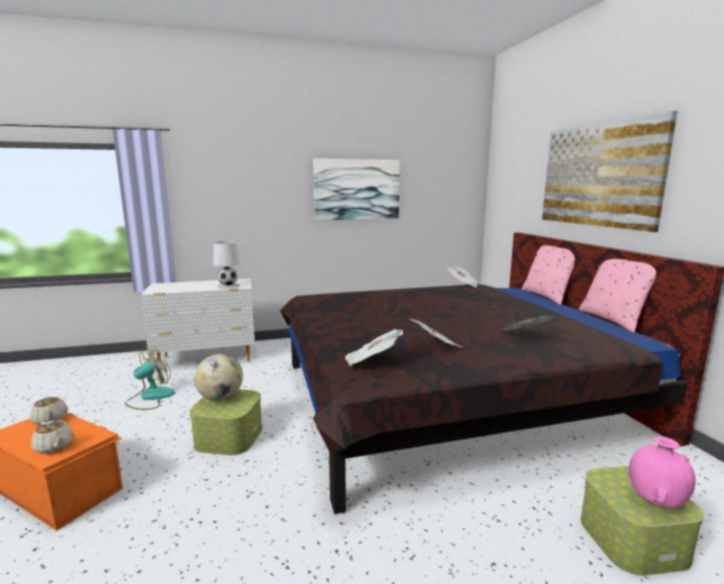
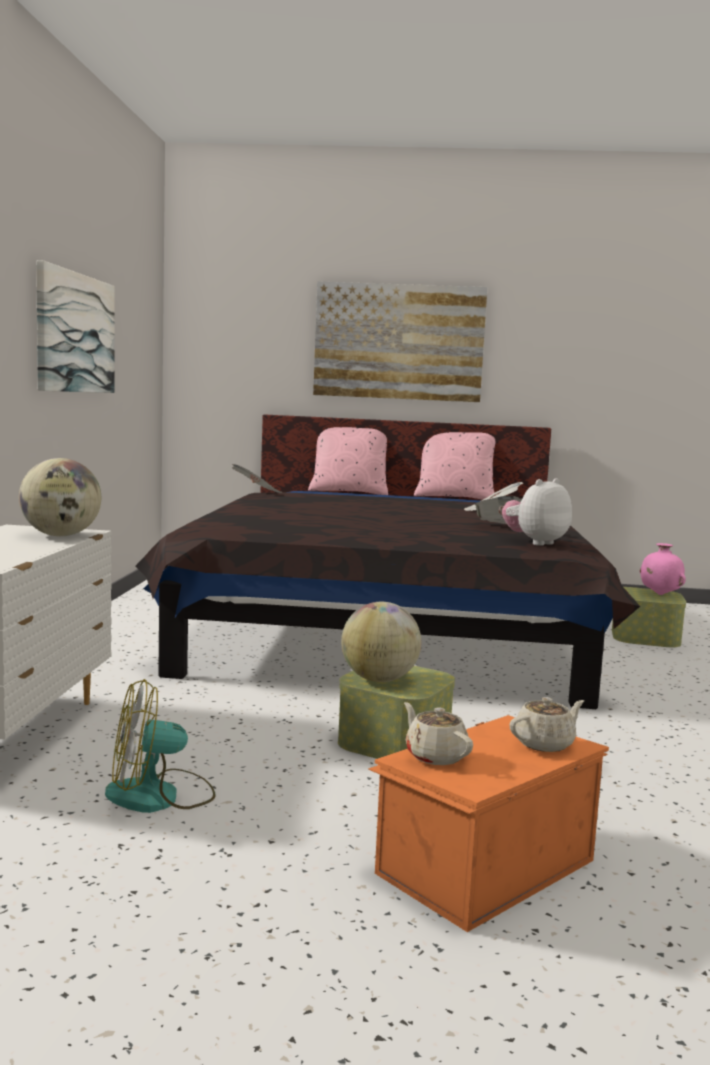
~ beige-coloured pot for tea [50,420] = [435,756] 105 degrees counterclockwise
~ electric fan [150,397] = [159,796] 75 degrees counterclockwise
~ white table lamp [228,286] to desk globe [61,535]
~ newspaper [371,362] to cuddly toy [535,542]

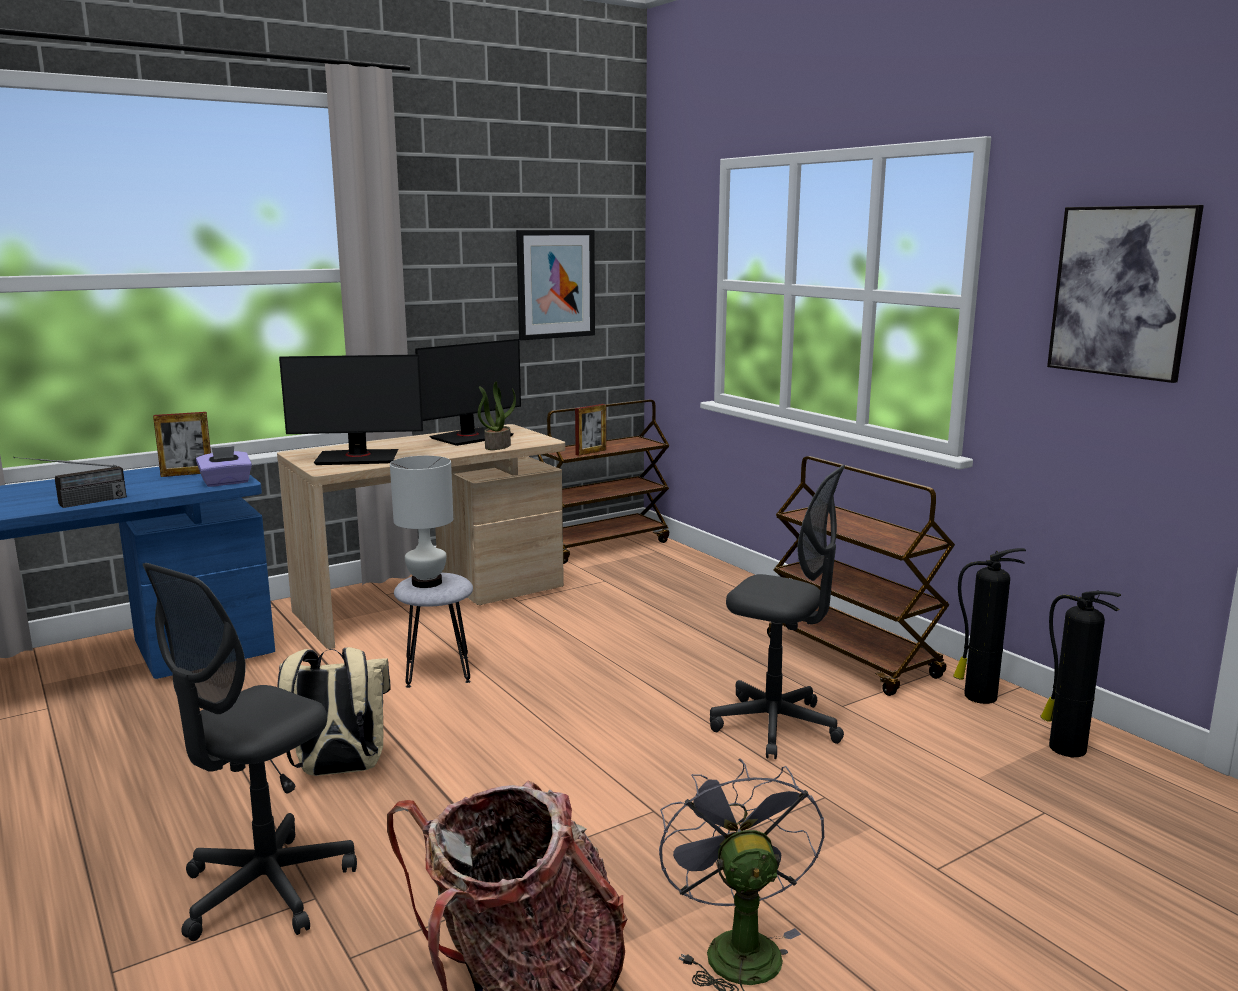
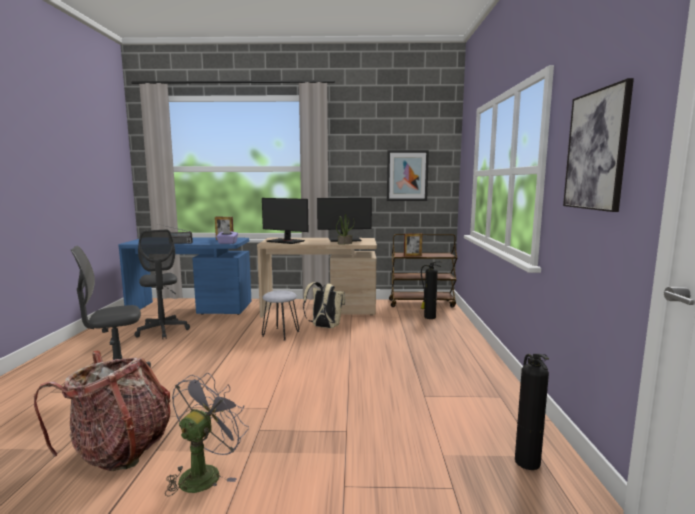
~ beige-coloured backpack [338,770] to [324,327]
- white table lamp [426,582]
~ grey desk chair [775,726] to [162,331]
- brown cart [853,657]
~ extinguisher [978,697] to [429,317]

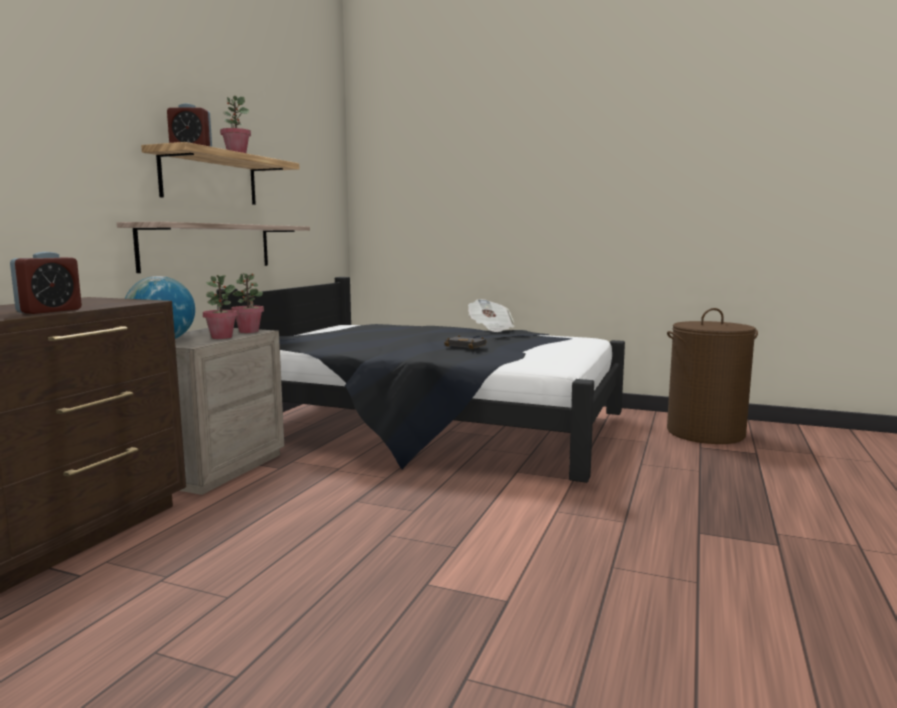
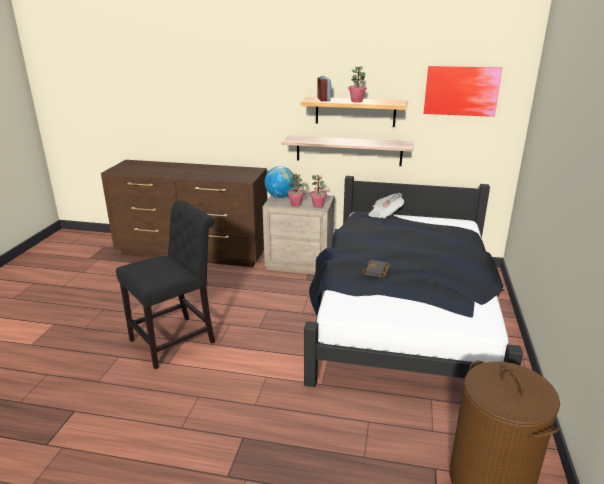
- alarm clock [49,311]
~ newspaper [490,328] to [385,214]
+ black chair [177,340]
+ wall art [461,91]

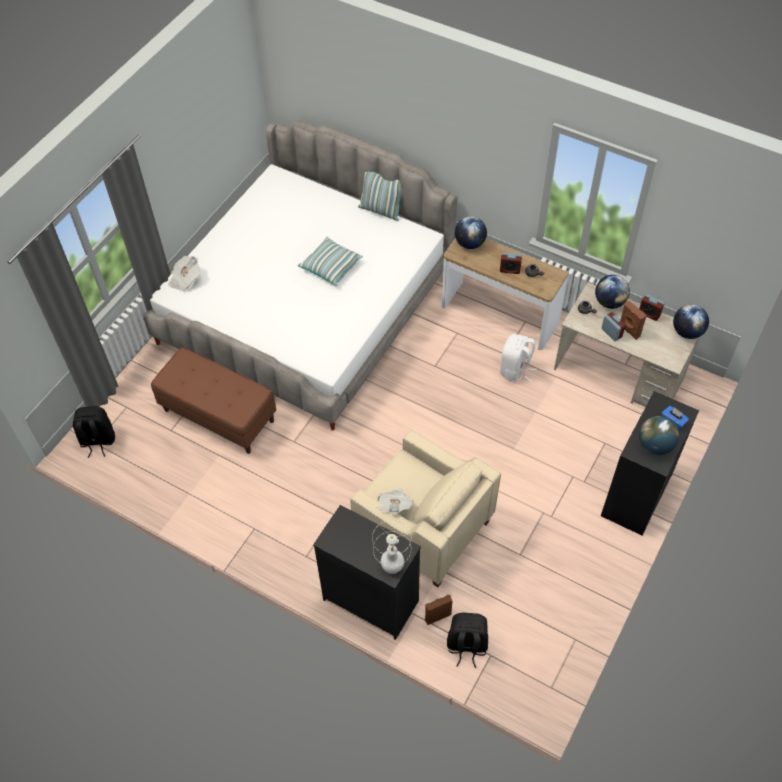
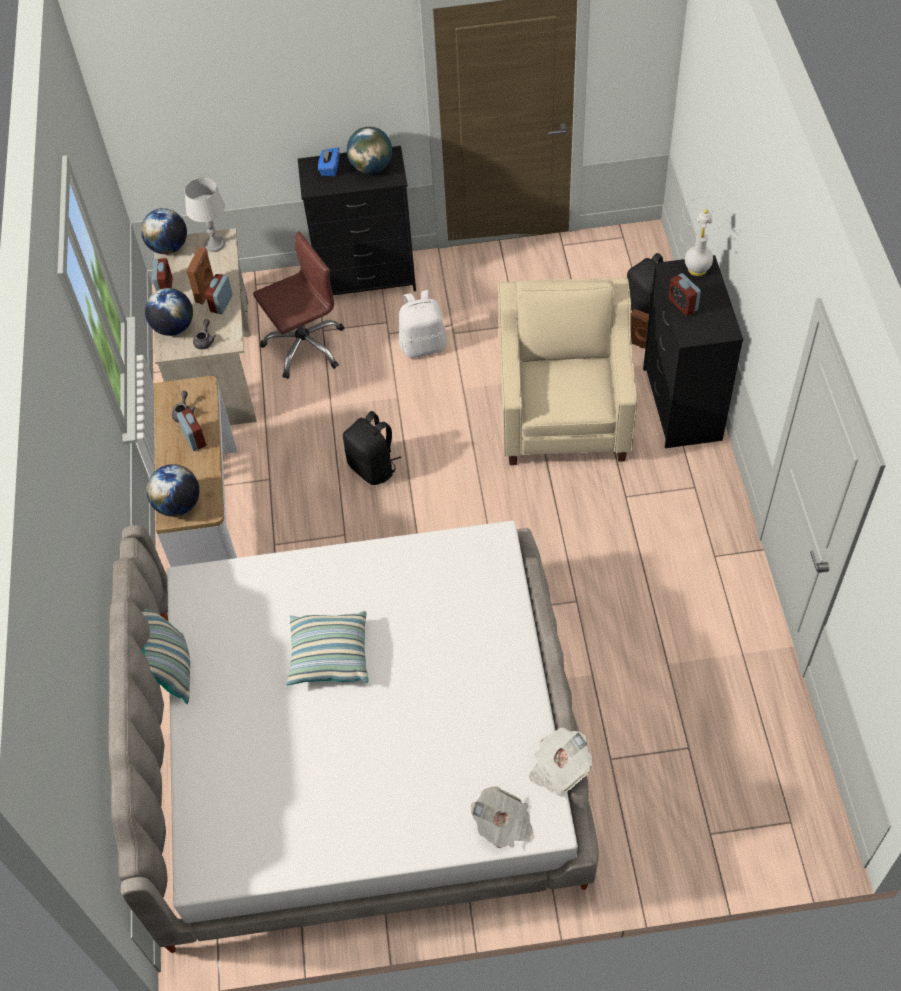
~ black backpack [97,441] to [373,467]
- brown bench [219,415]
~ newspaper [394,505] to [559,768]
~ white backpack [515,370] to [423,345]
+ grey table lamp [214,244]
+ brown desk chair [304,346]
+ alarm clock [683,305]

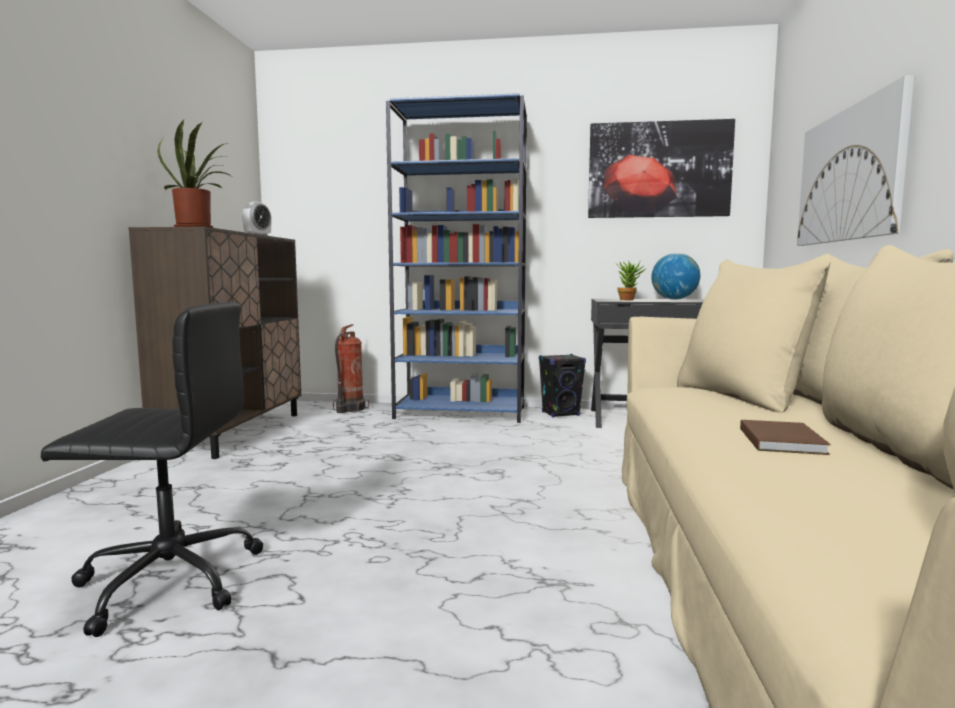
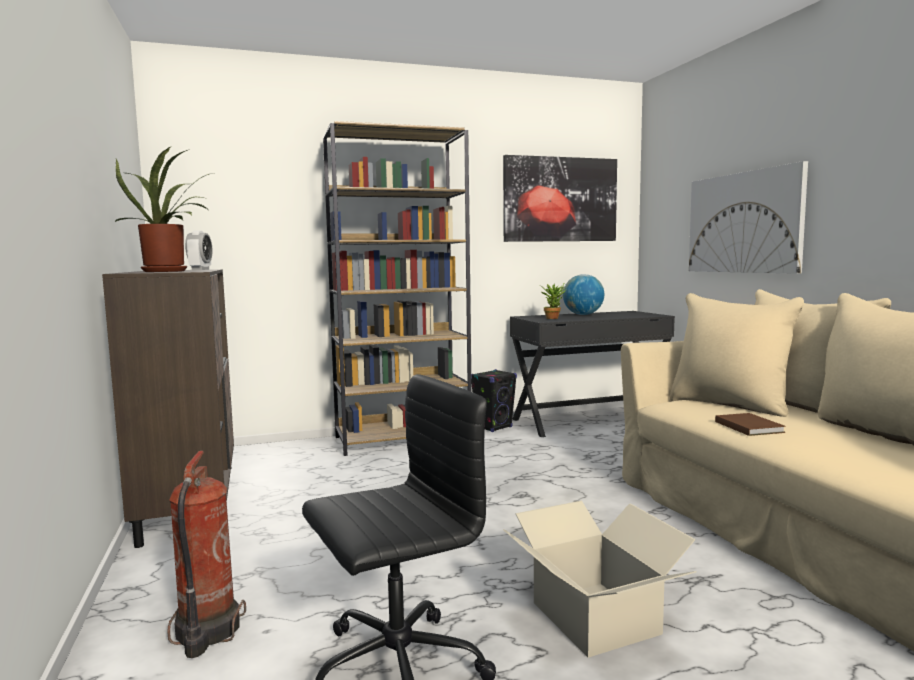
~ extinguisher [349,409] to [205,633]
~ blue-coloured bookcase [461,413] to brown bookcase [403,439]
~ brown volume [782,440] to [748,426]
+ packing box [596,617]

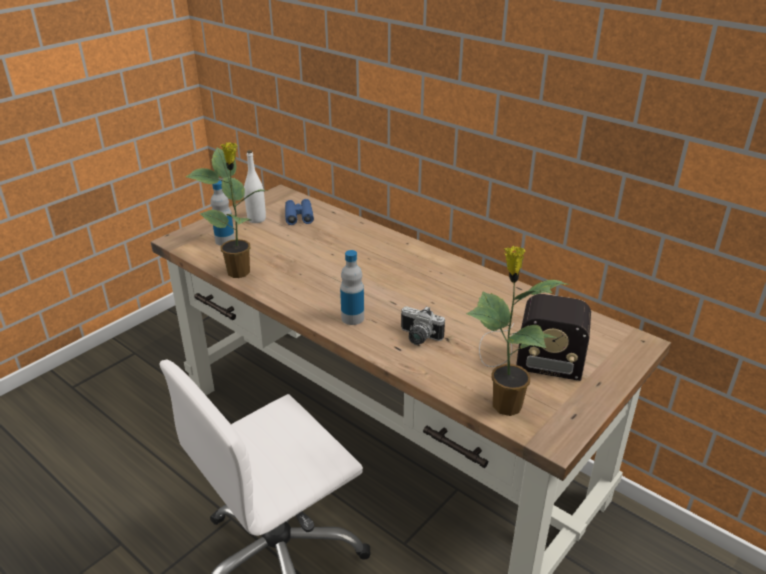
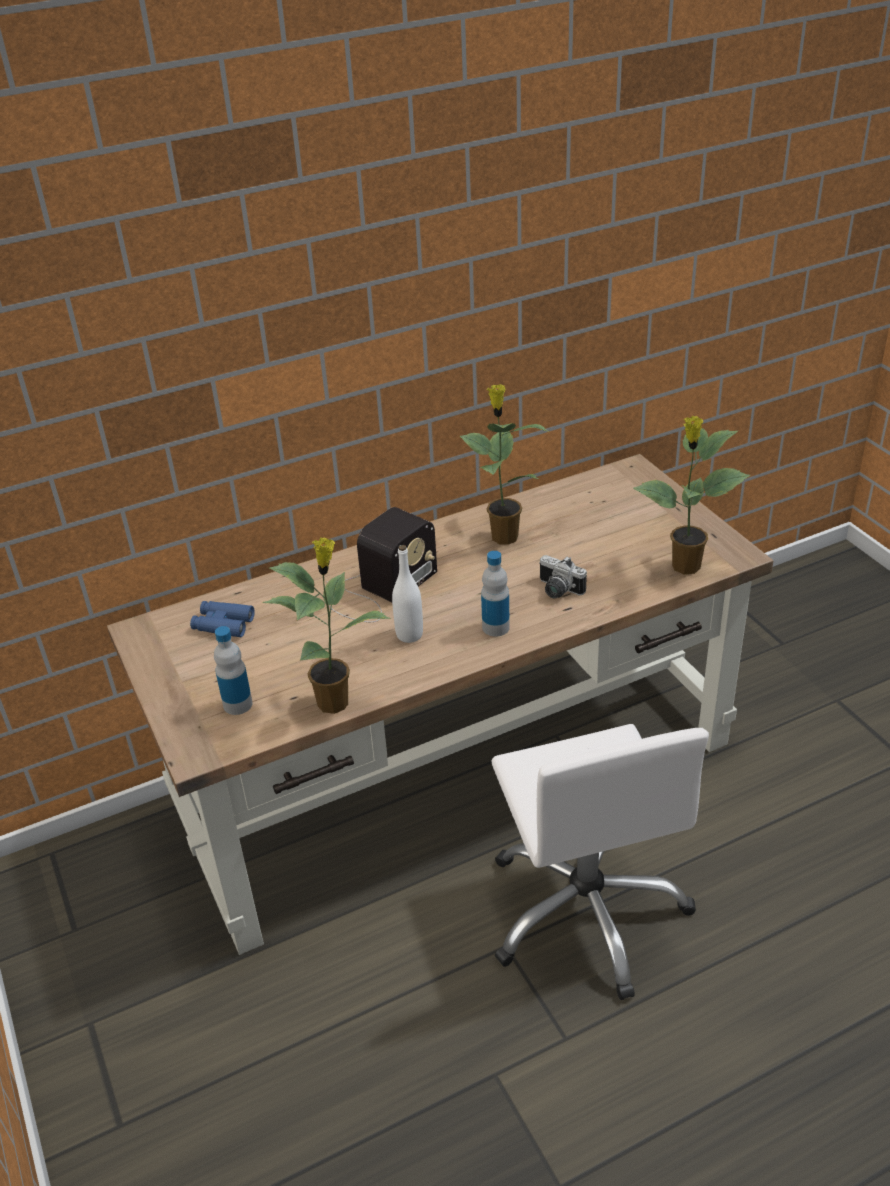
~ white beverage bottle [256,219] to [409,635]
~ still camera [418,337] = [557,590] 75 degrees clockwise
~ radio receiver [526,354] to [379,590]
+ houseplant [503,536]

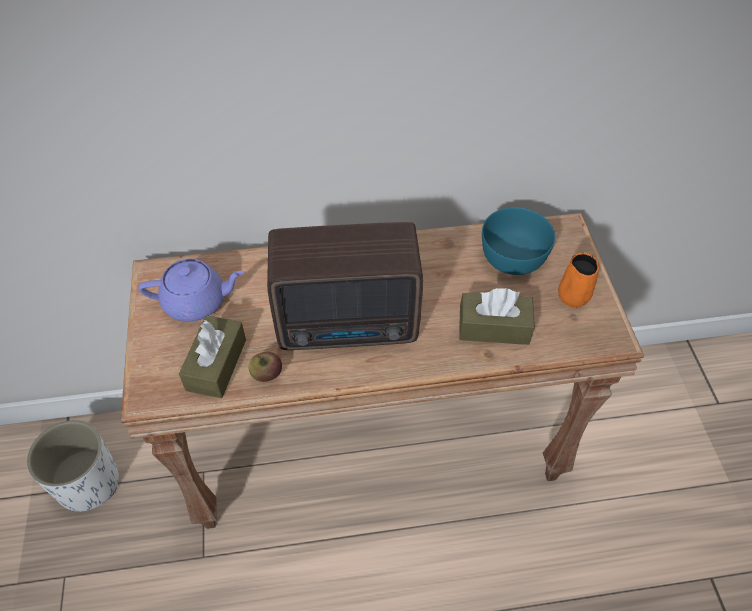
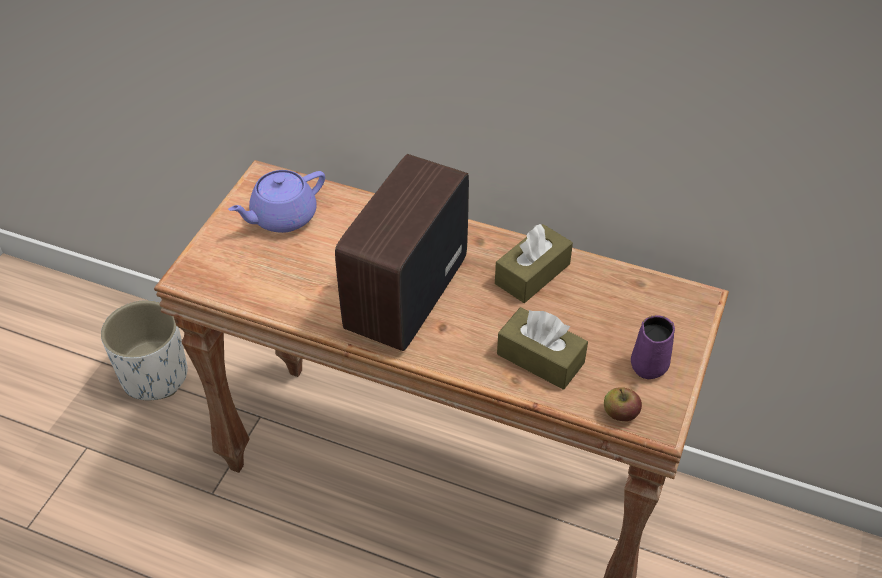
~ purple-coloured pot for tea [197,302] = [282,217] 120 degrees clockwise
~ brown box of tissues [216,364] to [532,274]
~ whole apple [267,374] to [620,414]
~ radio receiver [351,326] = [403,296] 90 degrees clockwise
- turquoise-coloured bowl [514,256]
~ orangey mug [573,294] to purple-coloured mug [650,365]

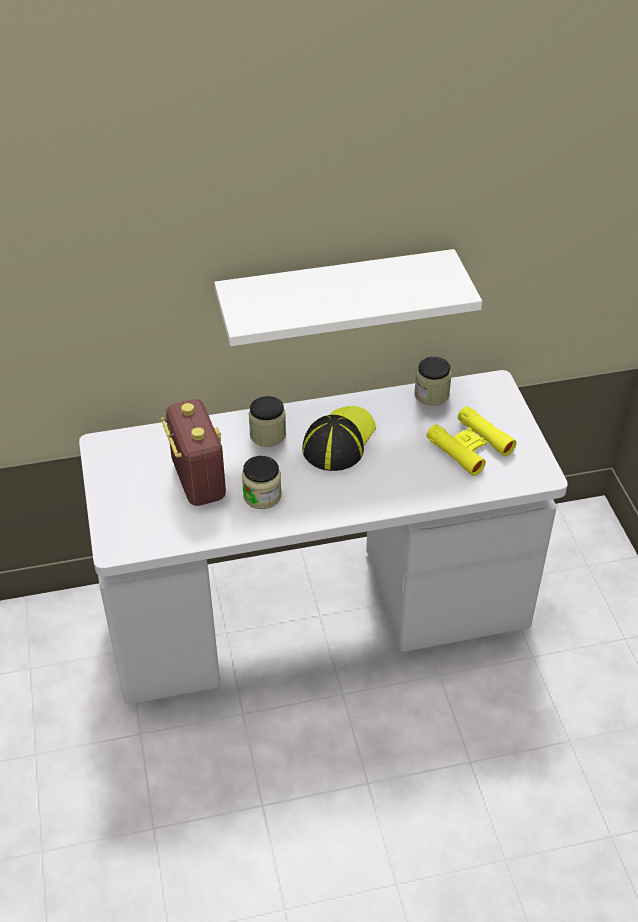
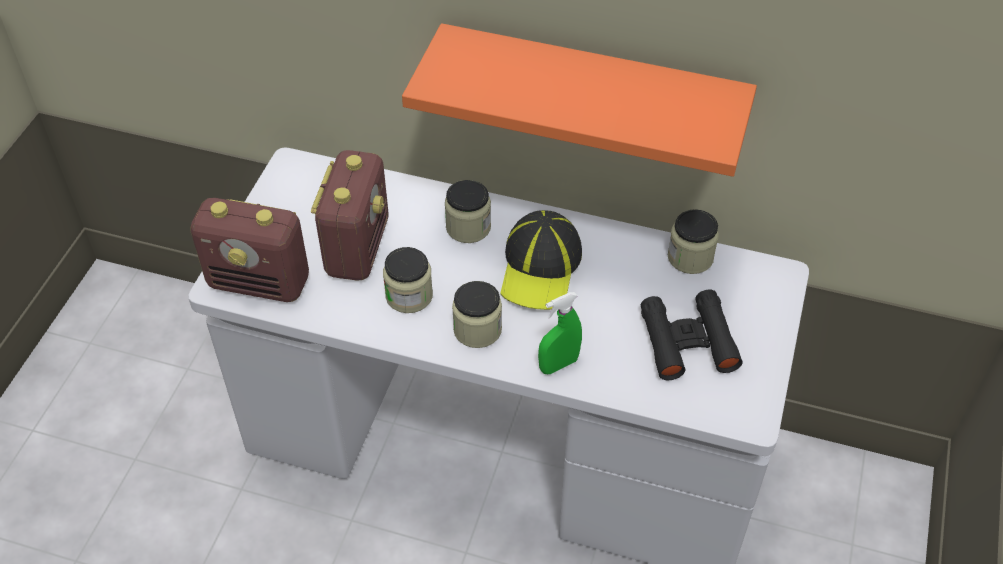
~ white wall shelf [336,297] to orangey wall shelf [591,93]
~ cap [339,440] = [540,267] 135 degrees clockwise
~ yellow binoculars [469,446] to black binoculars [688,341]
+ radio receiver [260,282]
+ preserve jar [477,329]
+ green-coloured sprayer [558,364]

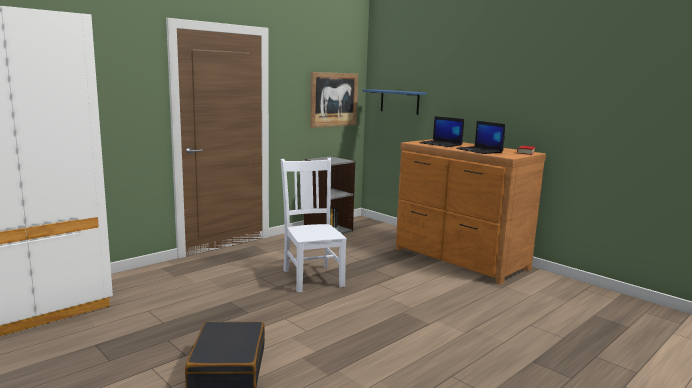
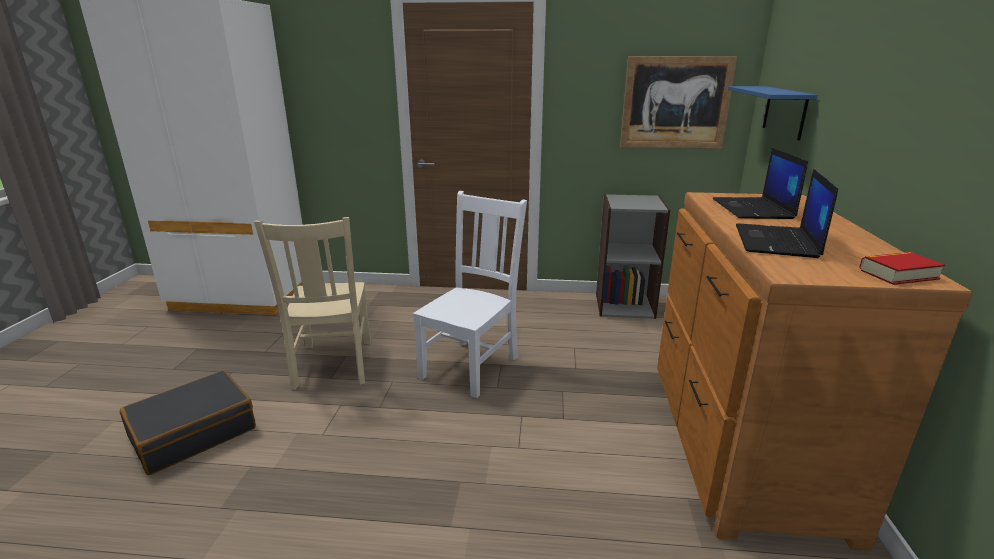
+ beige-coloured chair [333,365]

